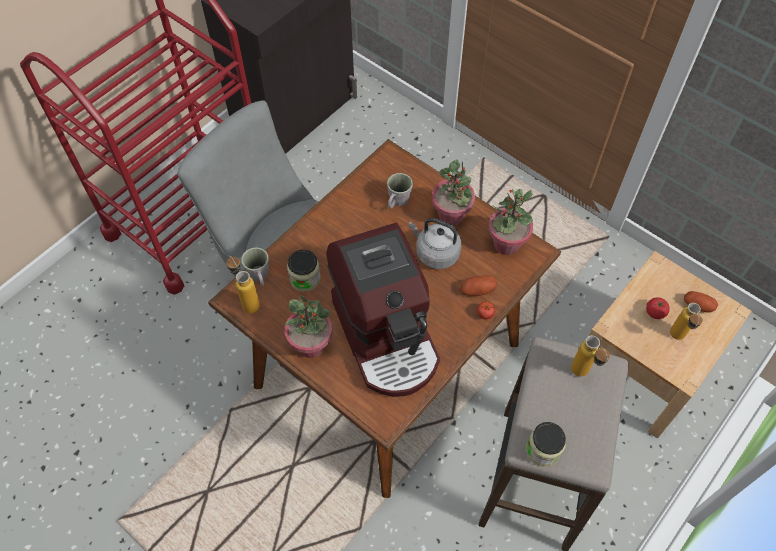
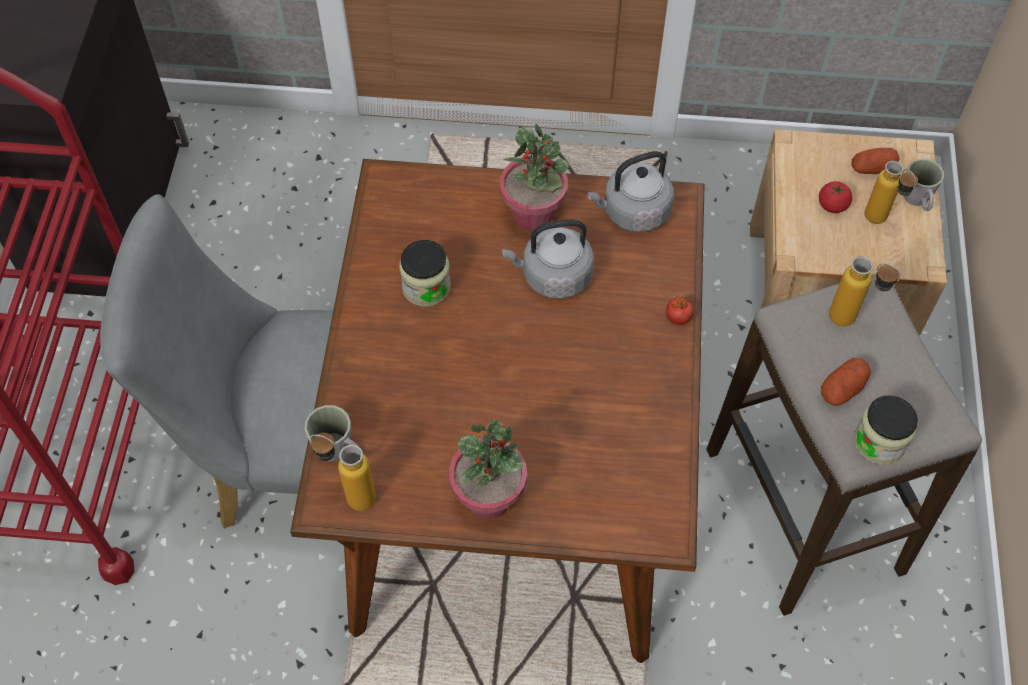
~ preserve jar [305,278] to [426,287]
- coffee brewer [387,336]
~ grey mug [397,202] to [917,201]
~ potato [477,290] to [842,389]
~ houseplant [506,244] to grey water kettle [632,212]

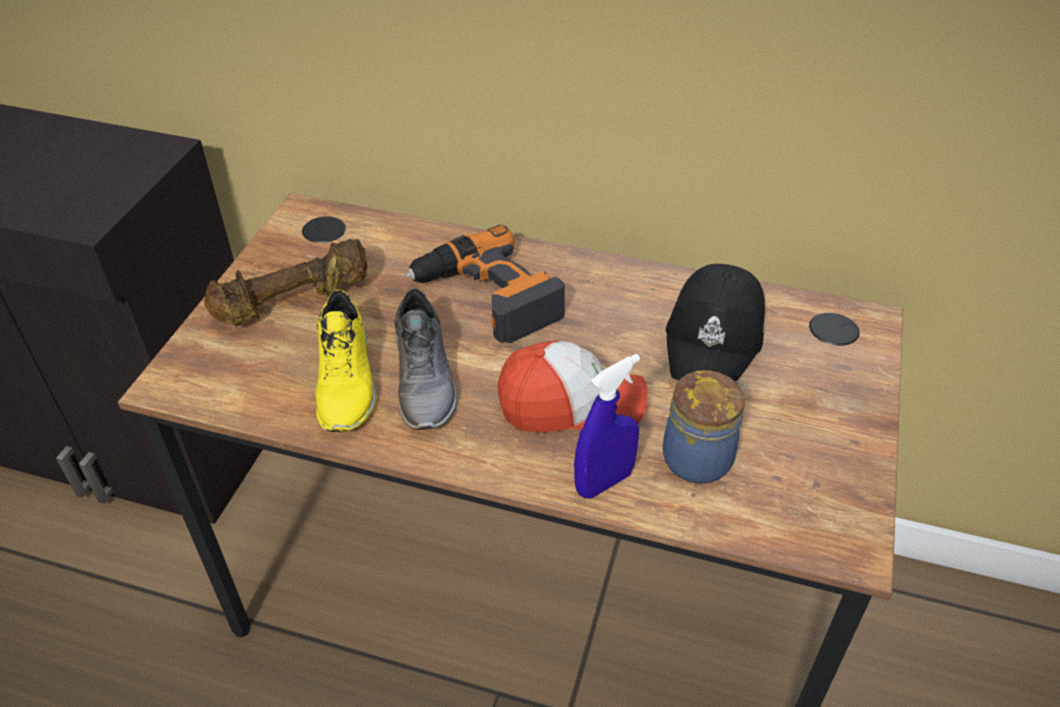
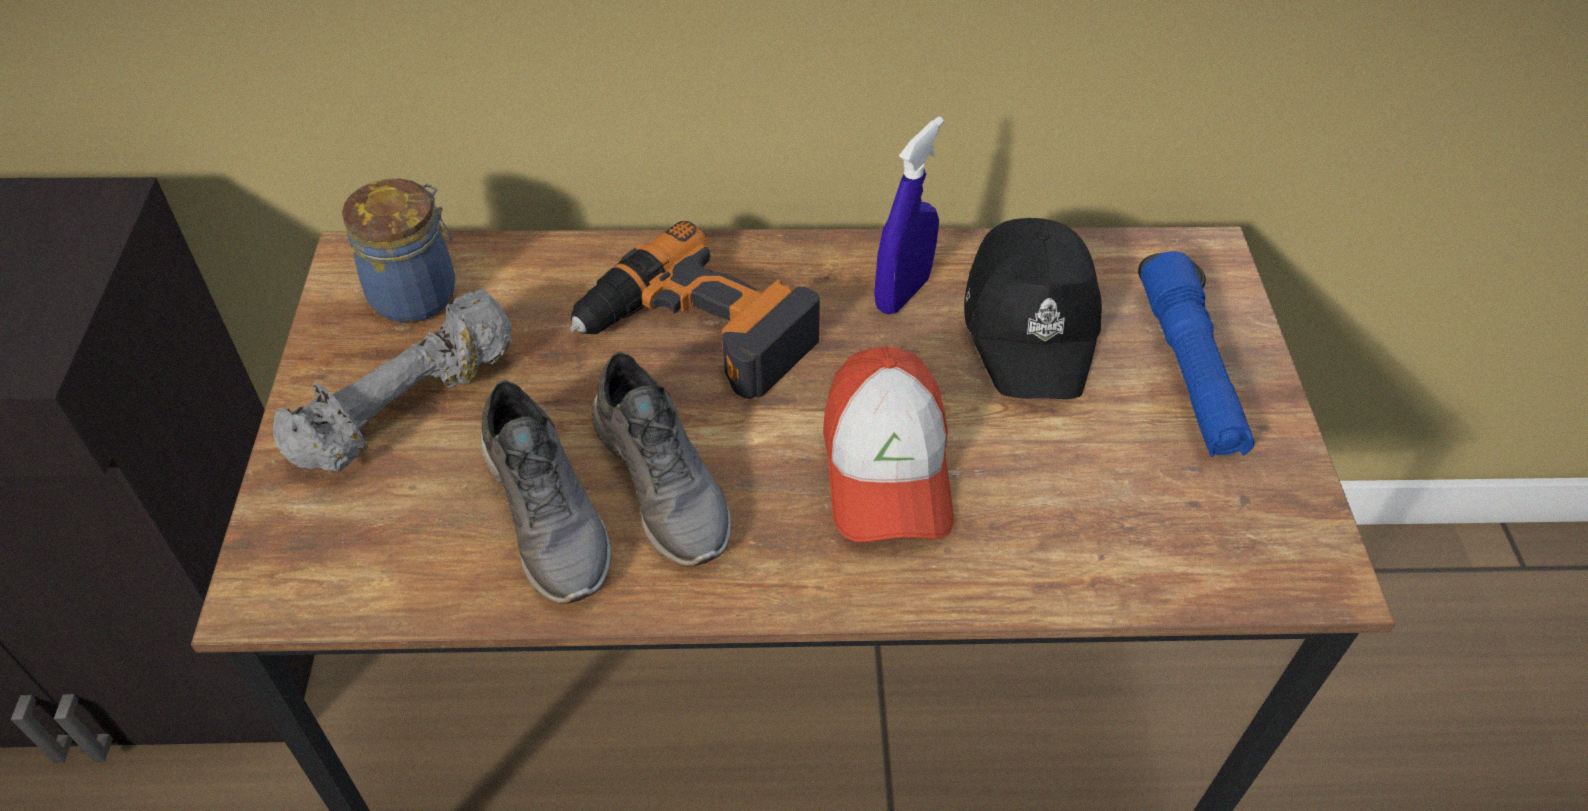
~ brown hand weight [294,302] to grey hand weight [409,408]
~ yellow low shoe [348,381] to grey low shoe [550,514]
~ cap [571,404] = [886,468] 105 degrees clockwise
~ blue-coloured sprayer [604,482] to [902,293]
~ preserve jar [700,458] to [417,293]
+ blue-coloured hand torch [1189,371]

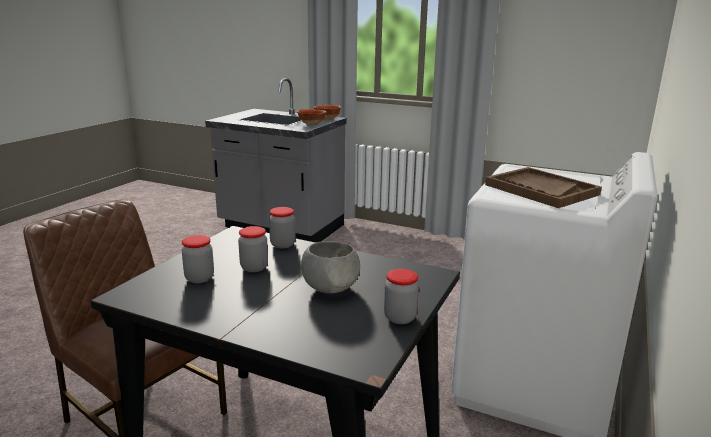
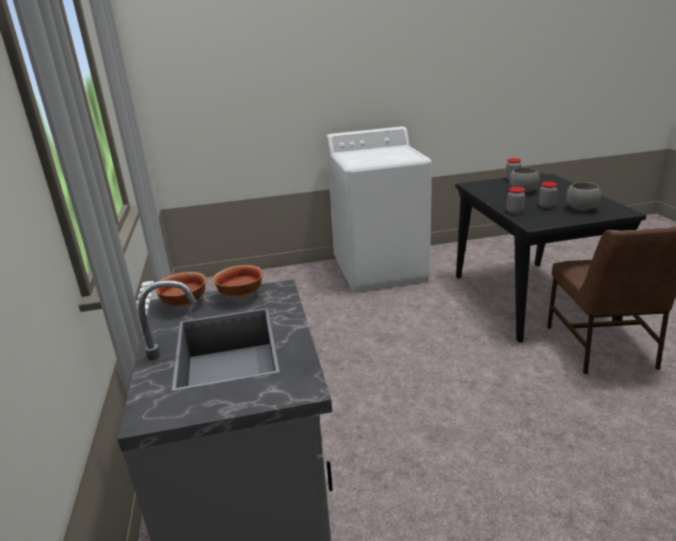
~ preserve jar [199,278] to grey bowl [581,209]
- brown serving tray [540,190]

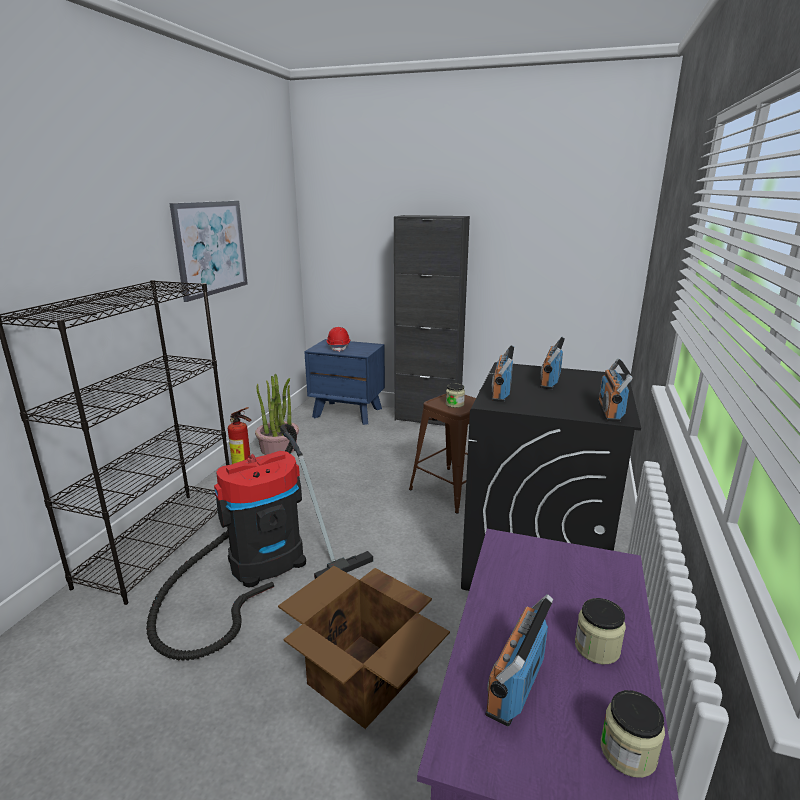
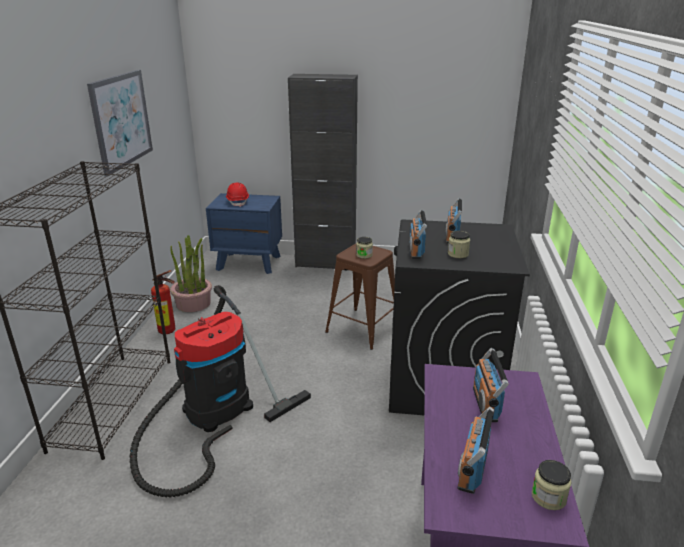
- packing box [363,679]
~ preserve jar [597,647] to [458,254]
~ radio receiver [610,411] to [485,404]

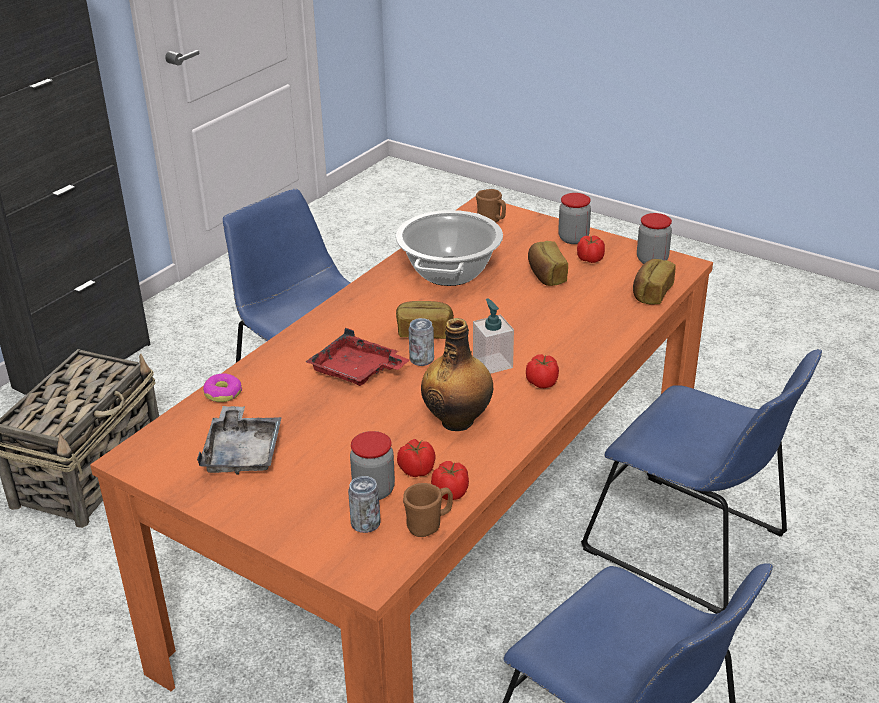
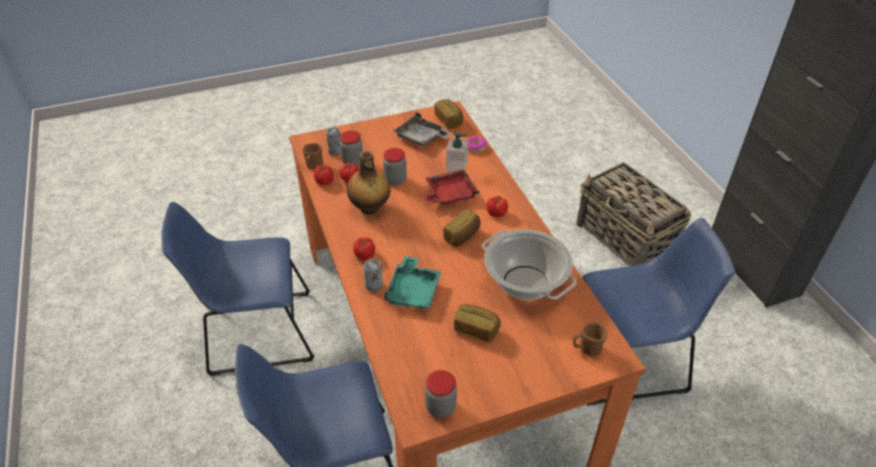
~ sealed can [421,360] to [374,285]
~ soap dispenser [492,363] to [456,166]
~ preserve jar [573,238] to [395,179]
~ tomato [590,260] to [496,212]
~ bakery bread [651,293] to [449,120]
+ turquoise-coloured serving tray [413,291]

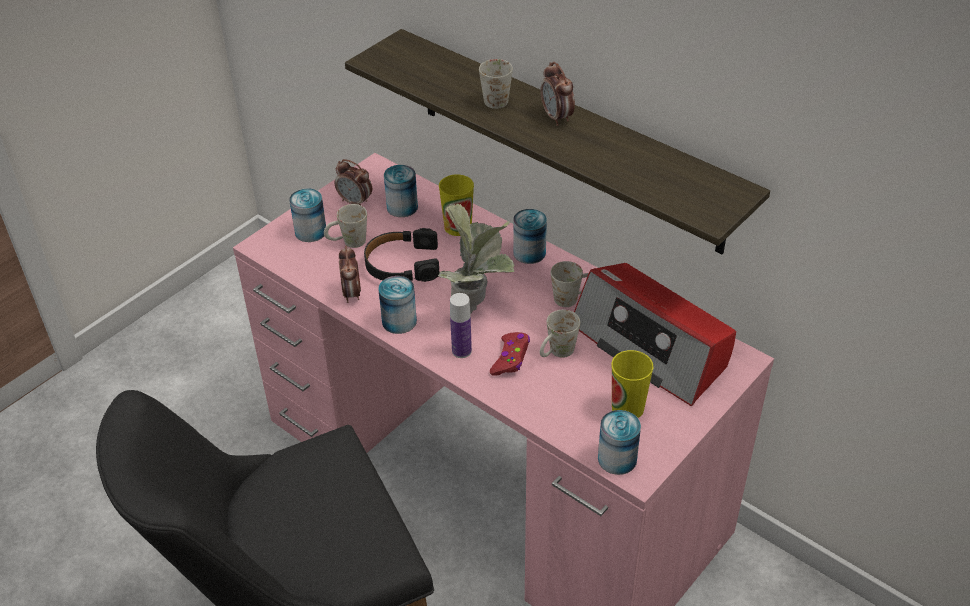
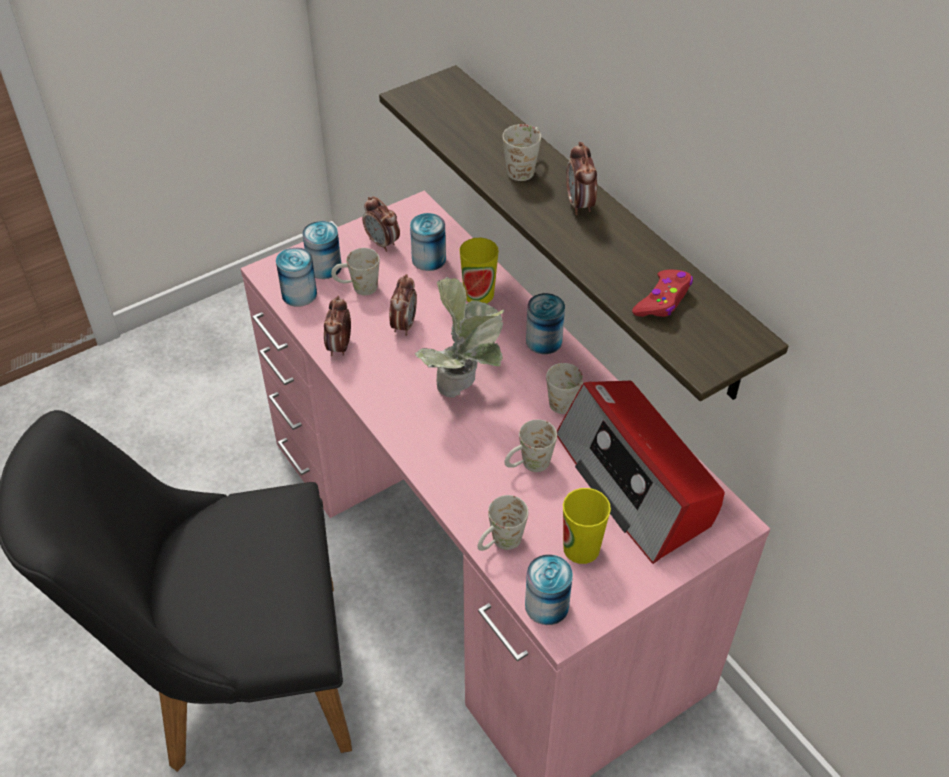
~ black headset [402,264] to alarm clock [404,325]
~ sealed can [399,321] to [299,294]
- beverage bottle [461,351]
~ red game controller [510,358] to [663,300]
+ white mug [500,544]

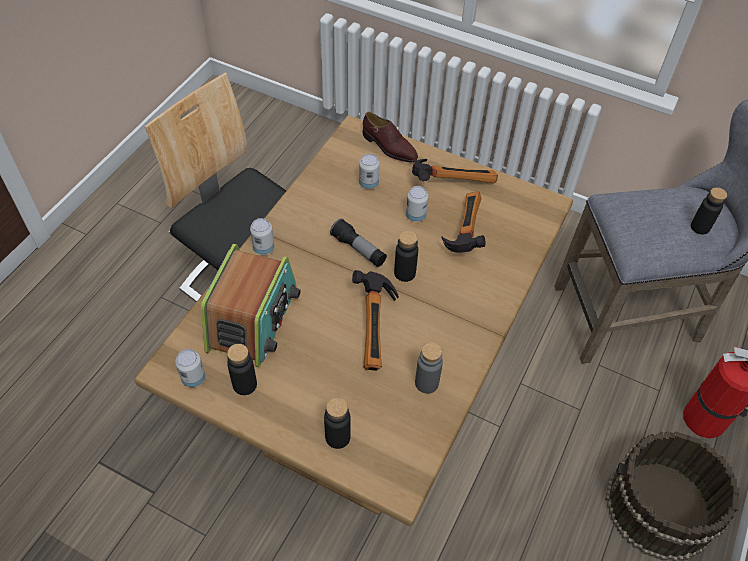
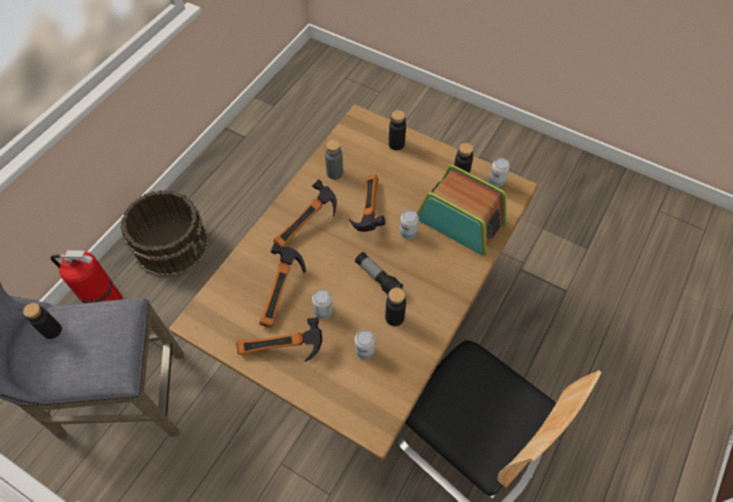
~ radio receiver [253,318] = [460,221] 105 degrees clockwise
~ sealed can [264,248] to [408,233]
- brown low shoe [389,147]
~ black beverage bottle [404,273] to [394,317]
+ hammer [308,227]

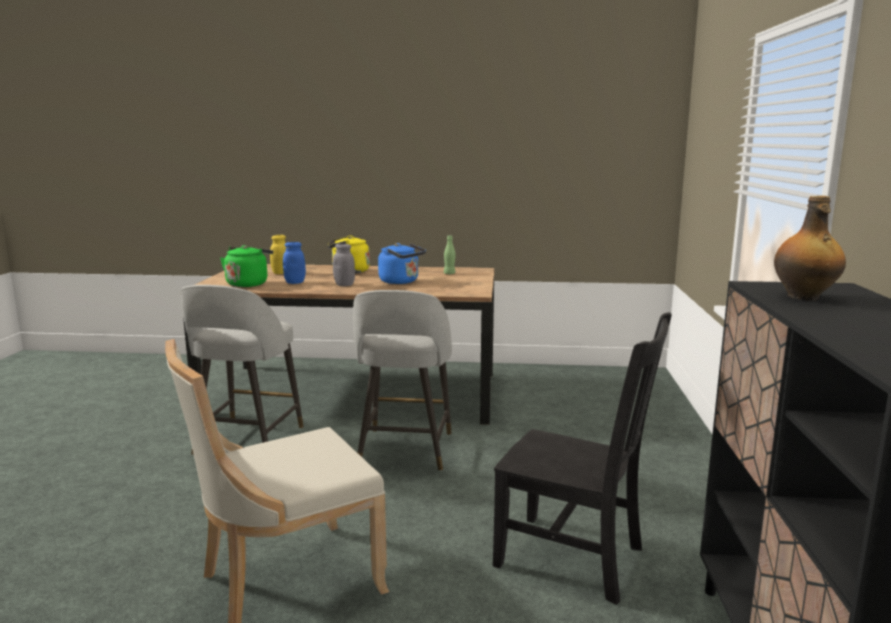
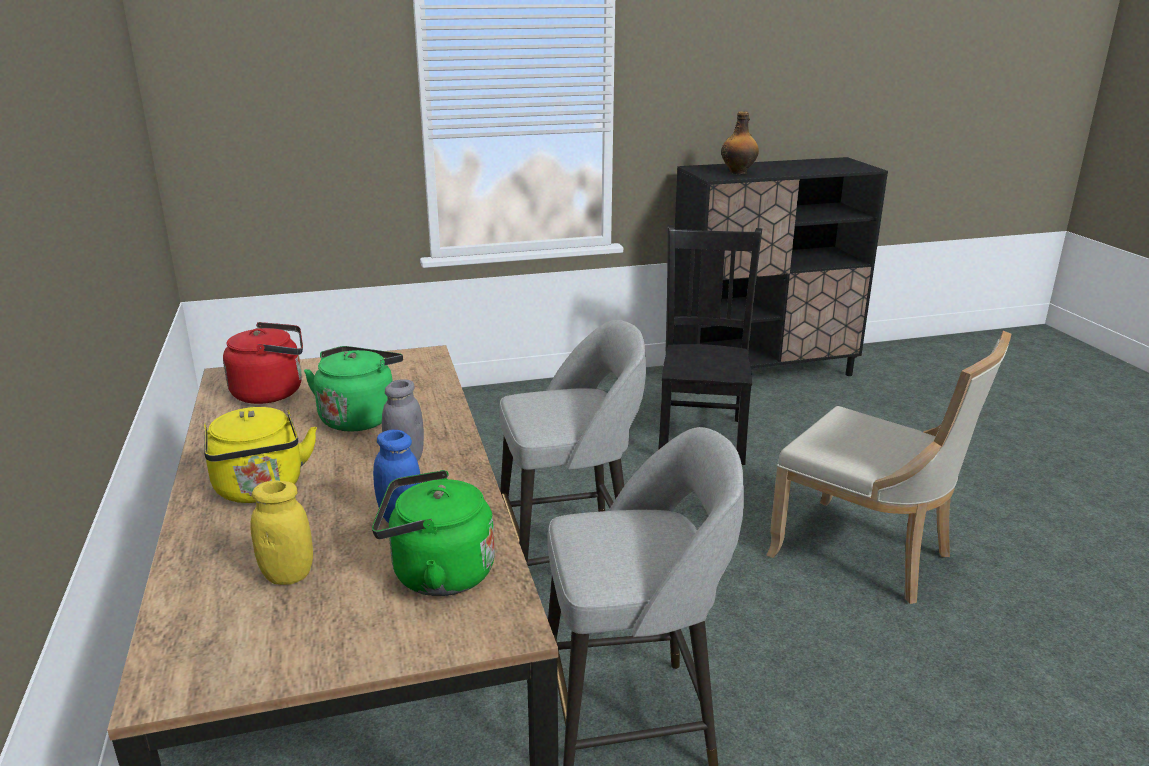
~ blue-coloured water kettle [401,282] to green-coloured water kettle [359,417]
~ green-coloured beverage bottle [449,273] to red water kettle [273,392]

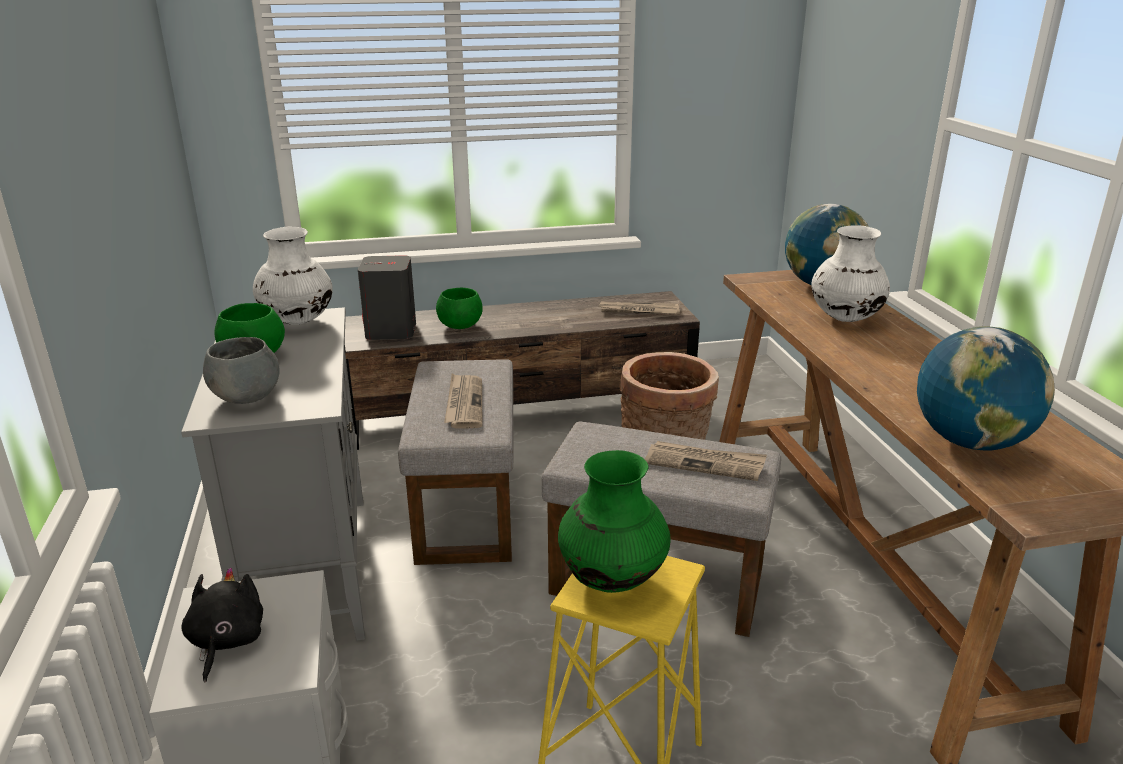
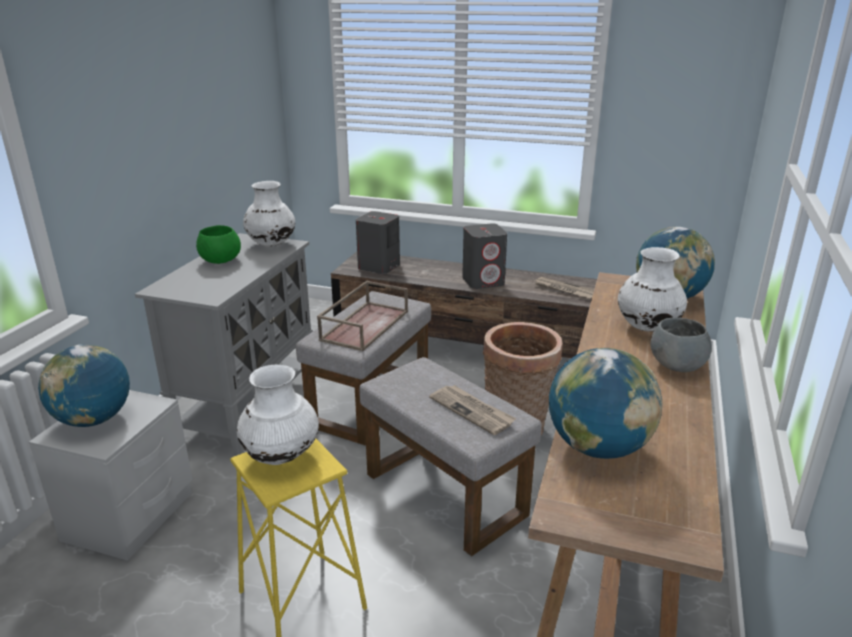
~ black cuddly toy [225,642] to desk globe [94,420]
~ grey bowl [247,397] to [677,365]
- green-coloured bowl [460,326]
~ newspaper [464,403] to brown serving tray [364,325]
~ green-coloured flower vase [612,578] to white flower vase [281,456]
+ grey speaker [483,281]

